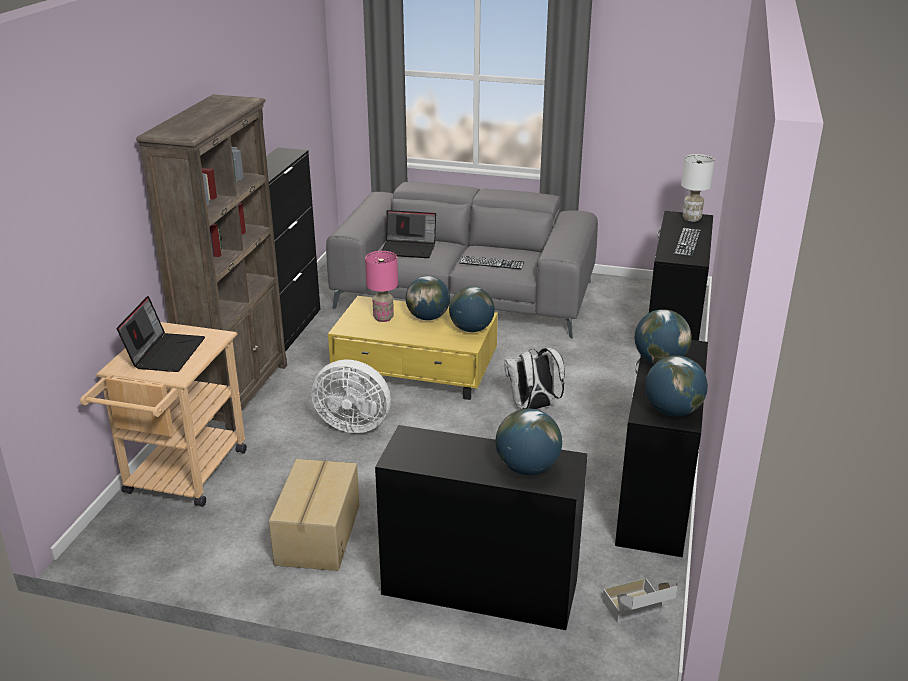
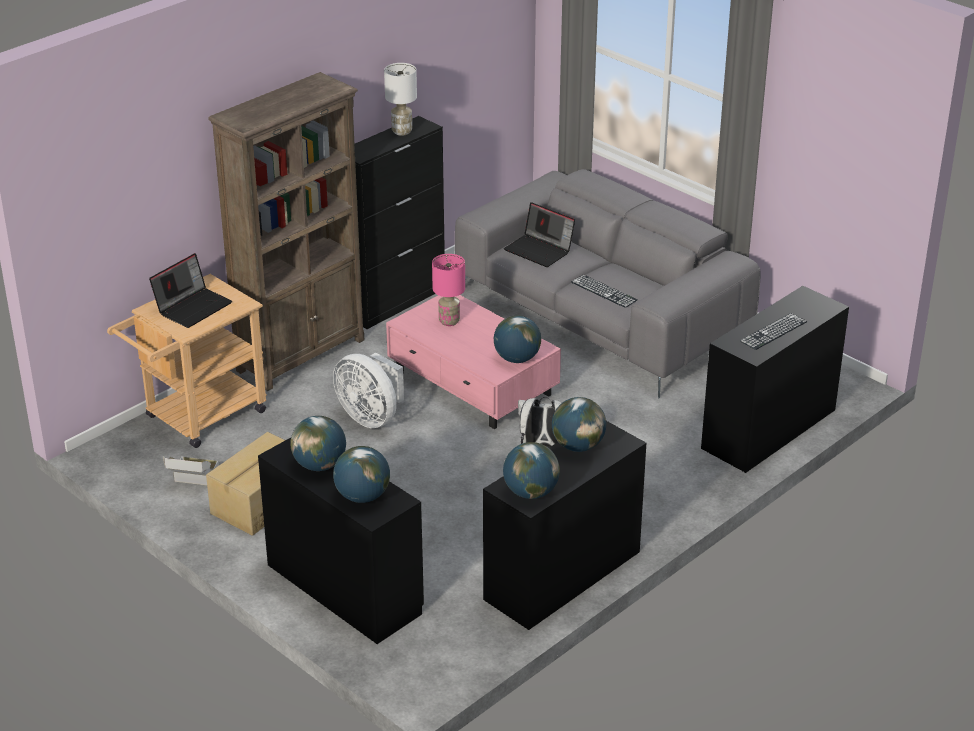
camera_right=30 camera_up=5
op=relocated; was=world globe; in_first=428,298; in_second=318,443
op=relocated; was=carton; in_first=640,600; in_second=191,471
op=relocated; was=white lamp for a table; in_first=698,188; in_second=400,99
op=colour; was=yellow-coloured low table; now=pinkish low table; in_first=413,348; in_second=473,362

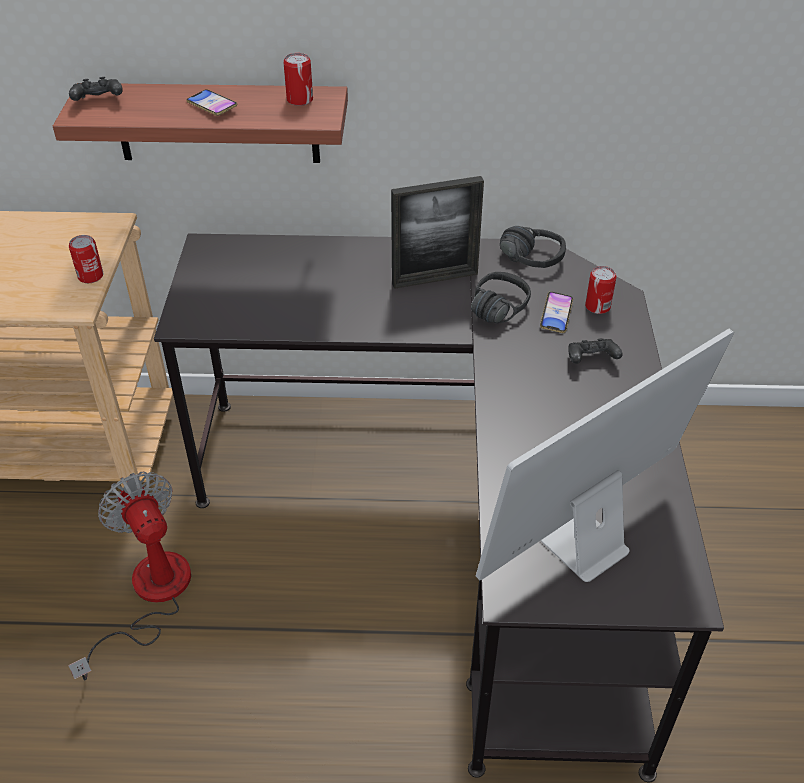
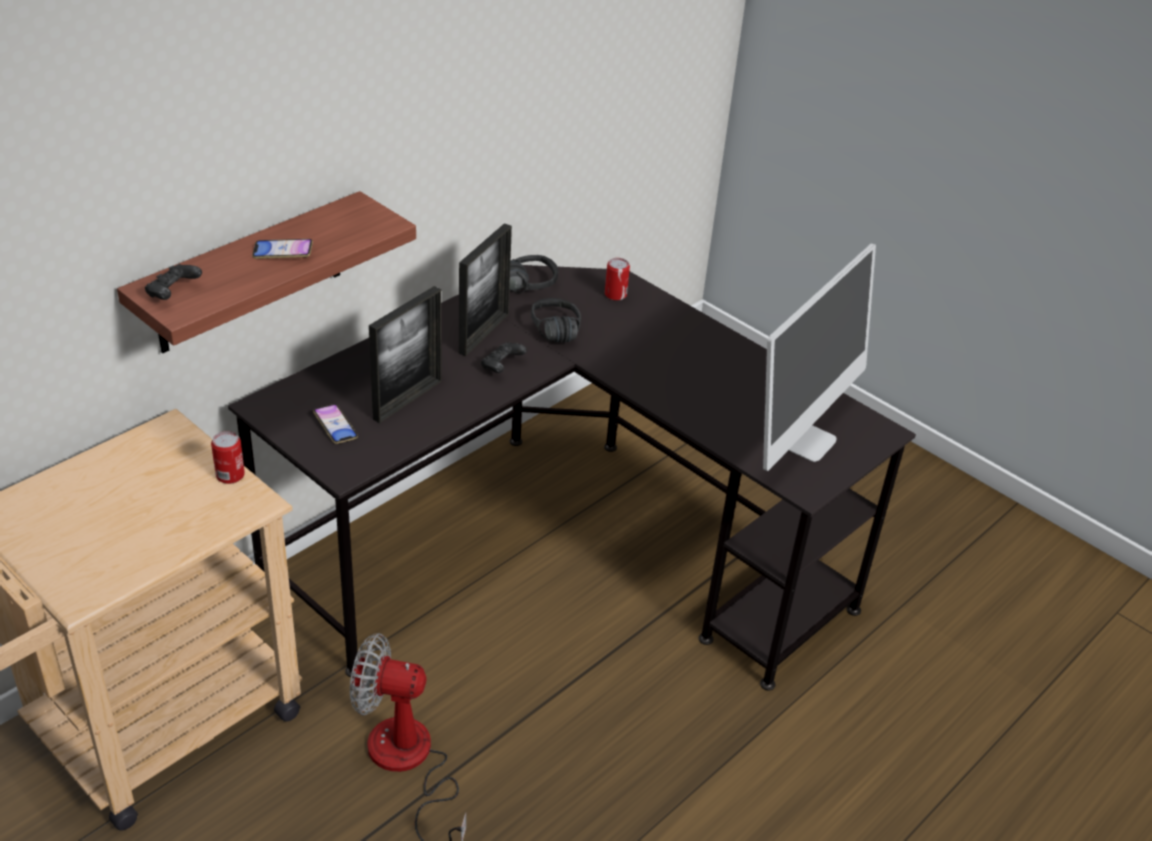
camera_right=-50 camera_up=-5
op=missing; was=can; in_first=298,79
op=appeared; now=standing frame; in_second=405,354
op=relocated; was=phone; in_first=556,312; in_second=335,424
op=relocated; was=black gamepad; in_first=595,351; in_second=504,357
op=spun; was=monitor; in_first=605,455; in_second=819,357; clockwise=-150

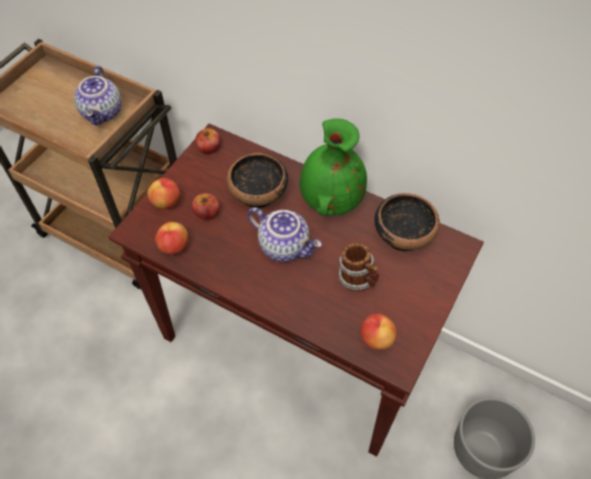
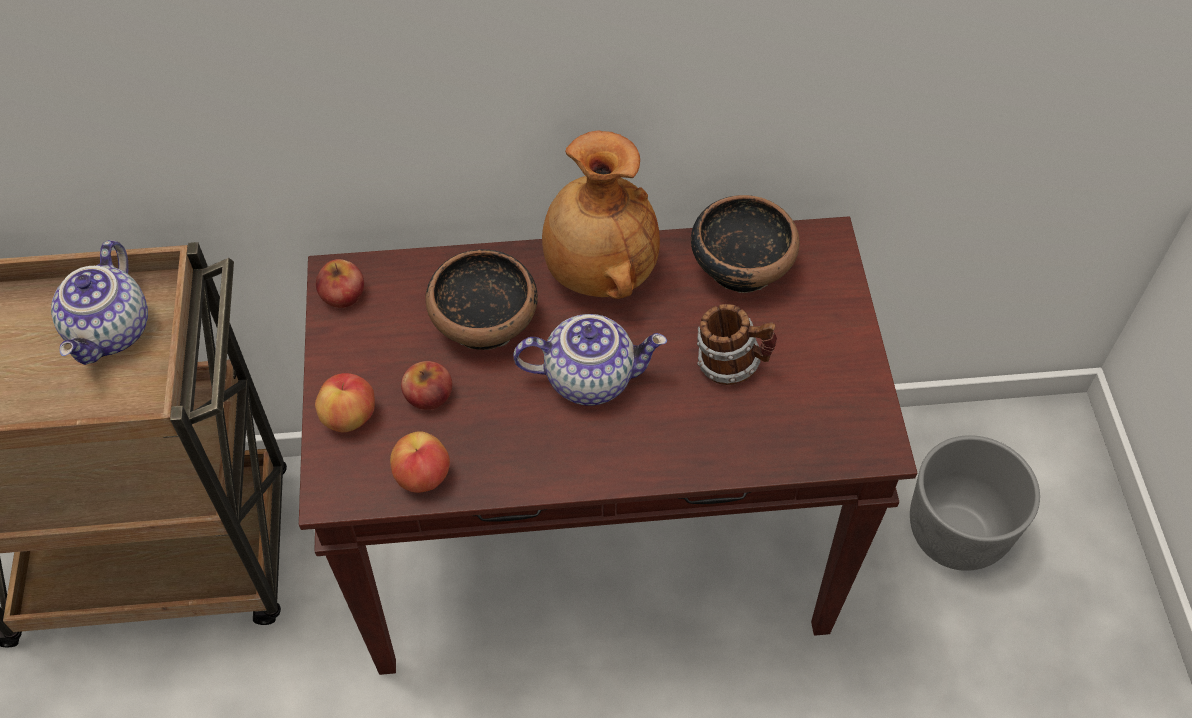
camera_right=-35 camera_up=0
op=missing; was=whole apple; in_first=379,332
op=colour; was=green-coloured vase; now=brownish vase; in_first=333,167; in_second=601,214
op=spun; was=pot for tea; in_first=98,95; in_second=99,302; clockwise=45

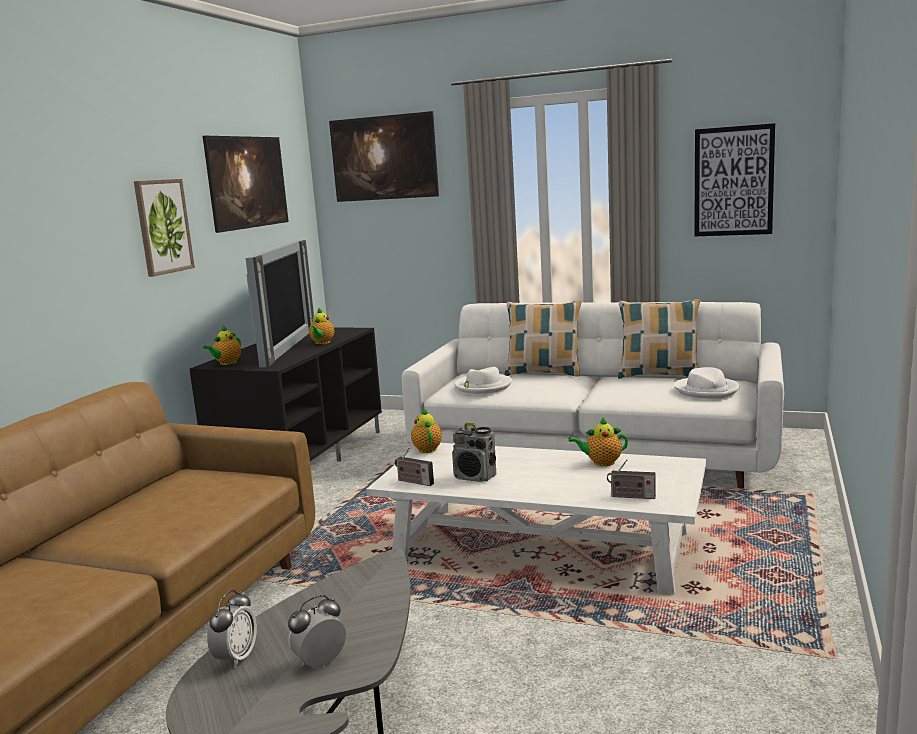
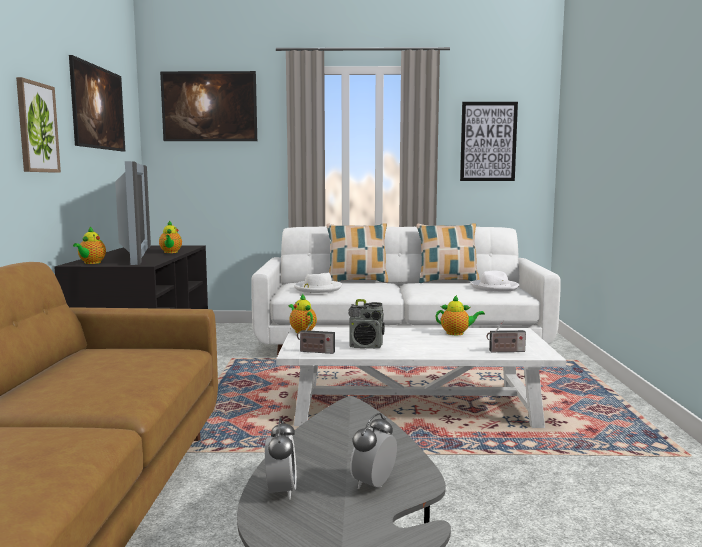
camera_right=-20 camera_up=-5
op=spun; was=pot for tea; in_first=598,441; in_second=460,315; clockwise=-150

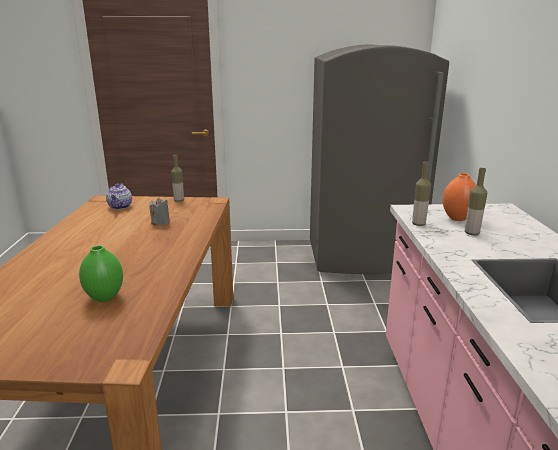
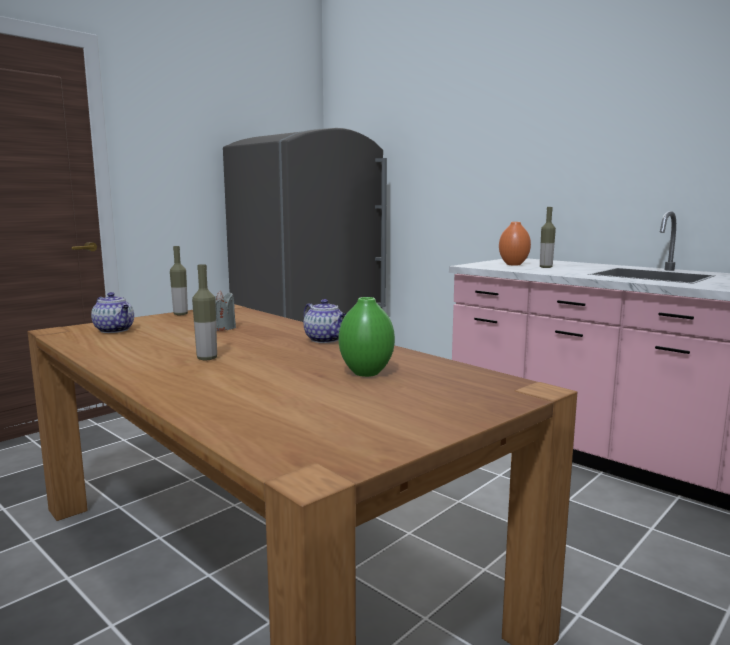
camera_right=-45 camera_up=-10
op=appeared; now=pot for tea; in_second=325,321
op=relocated; was=bottle; in_first=421,193; in_second=204,312

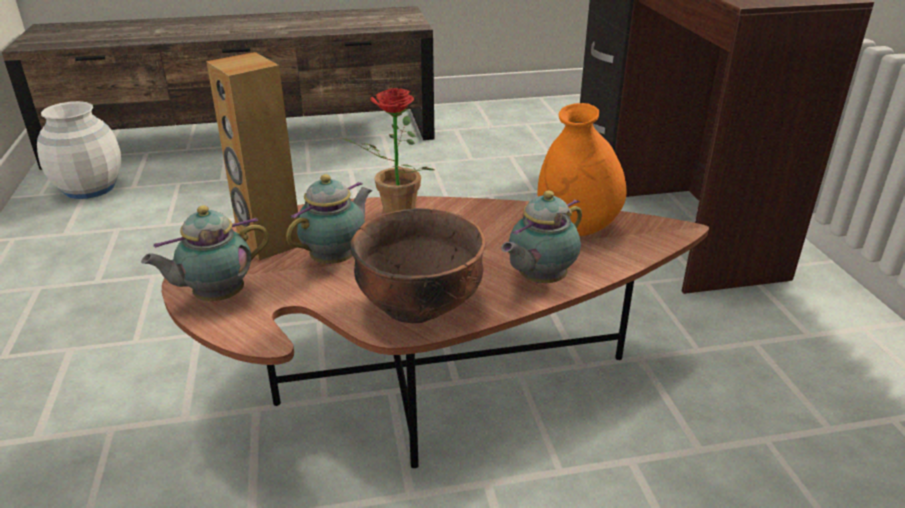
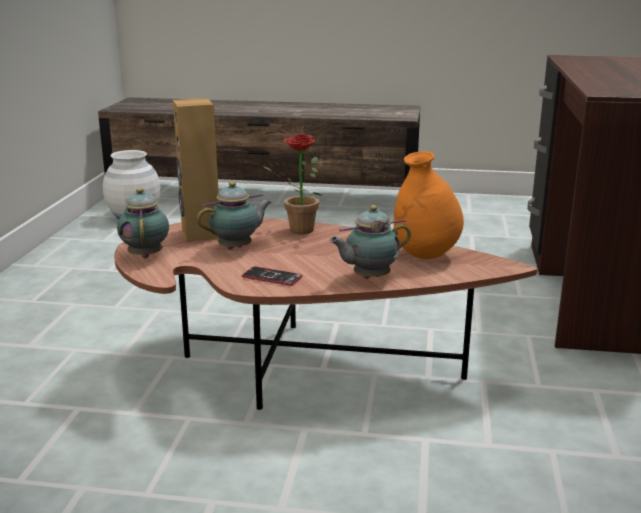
camera_right=20 camera_up=-10
op=exchanged; was=brownish deep dish; now=phone; in_first=418,265; in_second=272,276
op=spun; was=pot for tea; in_first=205,253; in_second=143,223; clockwise=90

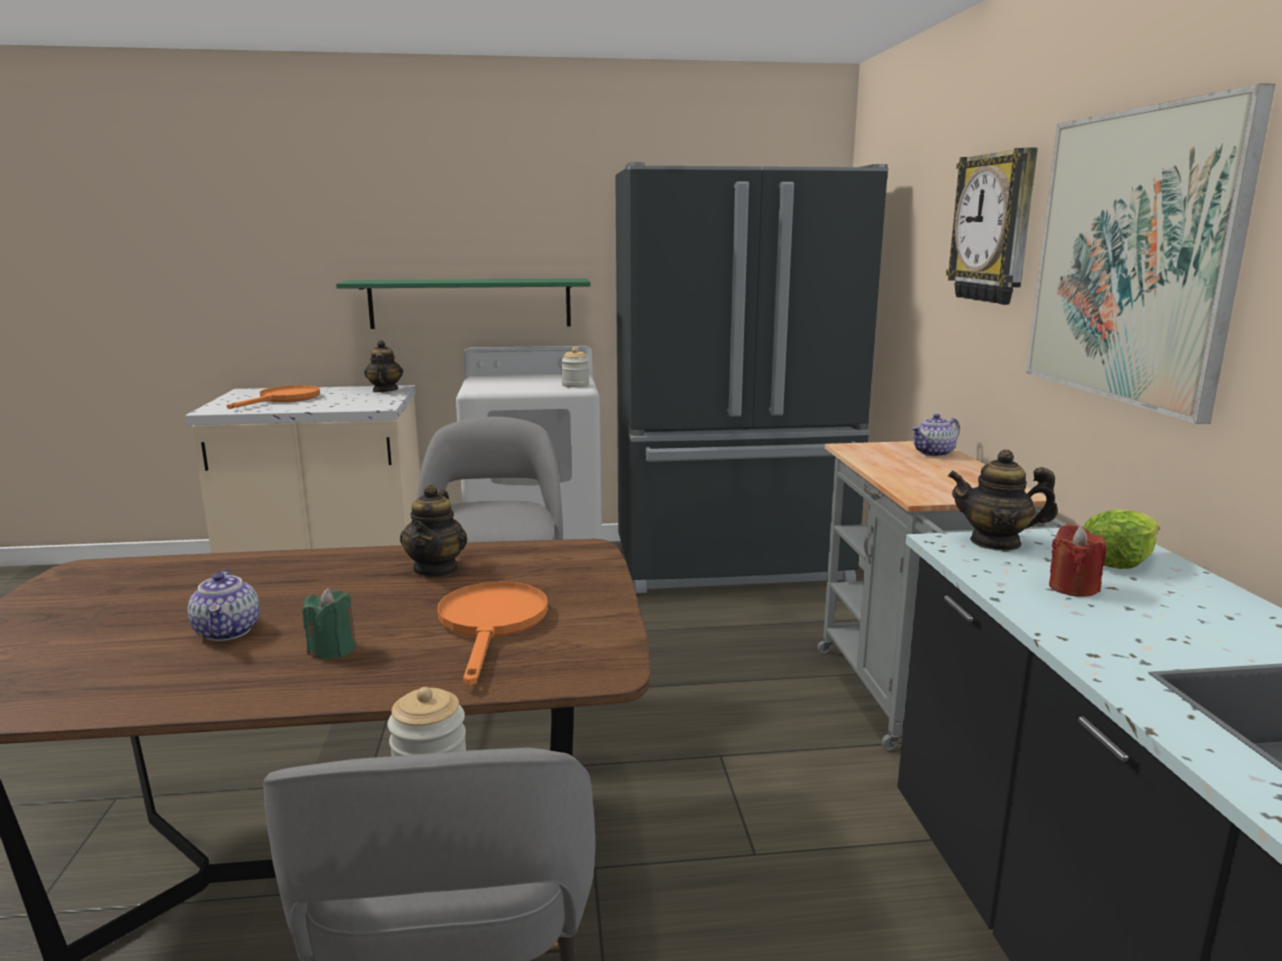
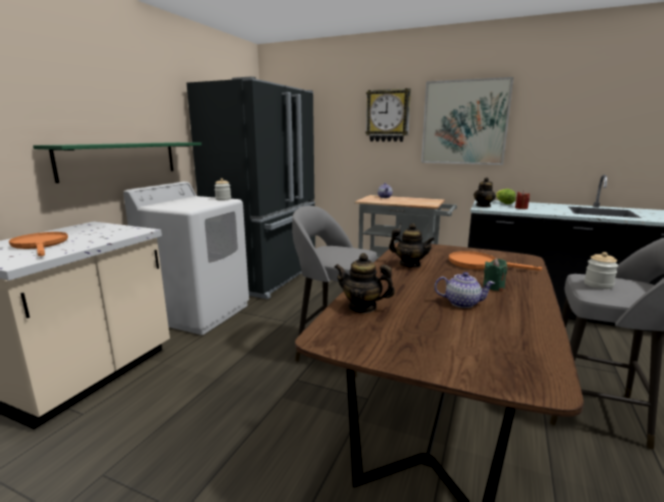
camera_right=-60 camera_up=0
op=relocated; was=pot for tea; in_first=383,366; in_second=364,283

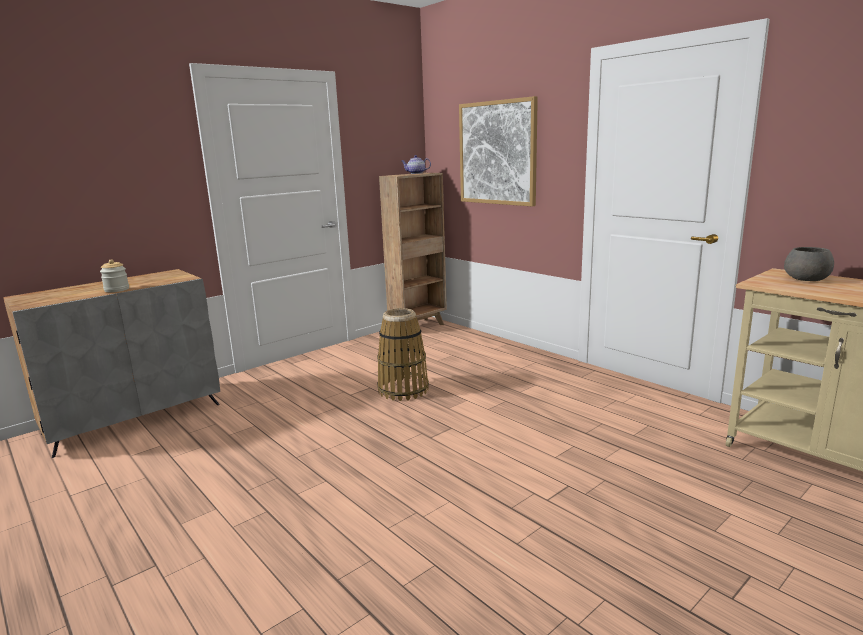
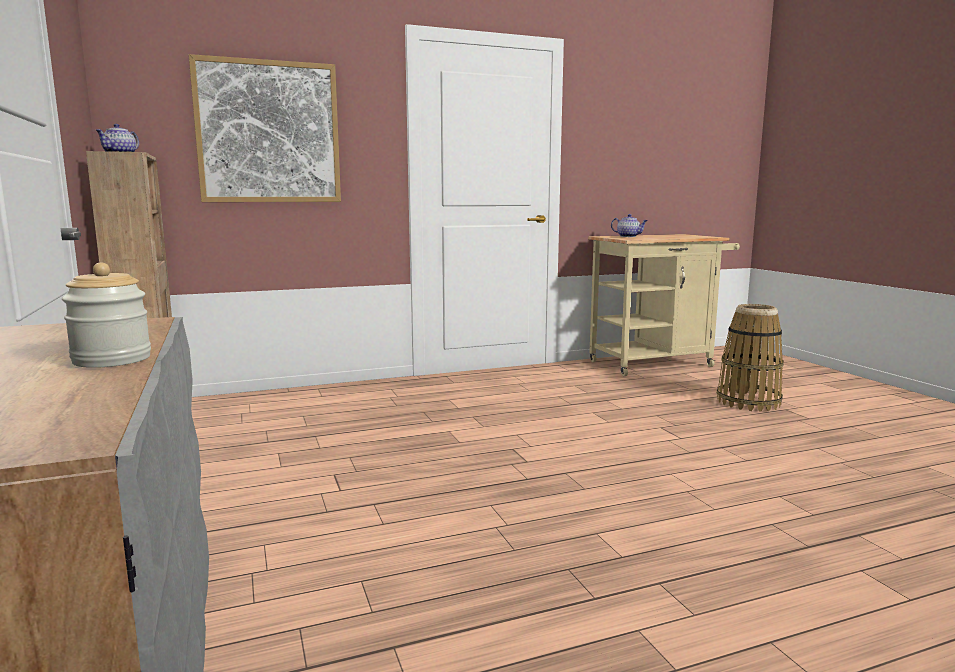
camera_right=-70 camera_up=-5
op=relocated; was=basket; in_first=403,354; in_second=750,358
op=exchanged; was=gray deep dish; now=pot for tea; in_first=809,264; in_second=629,225

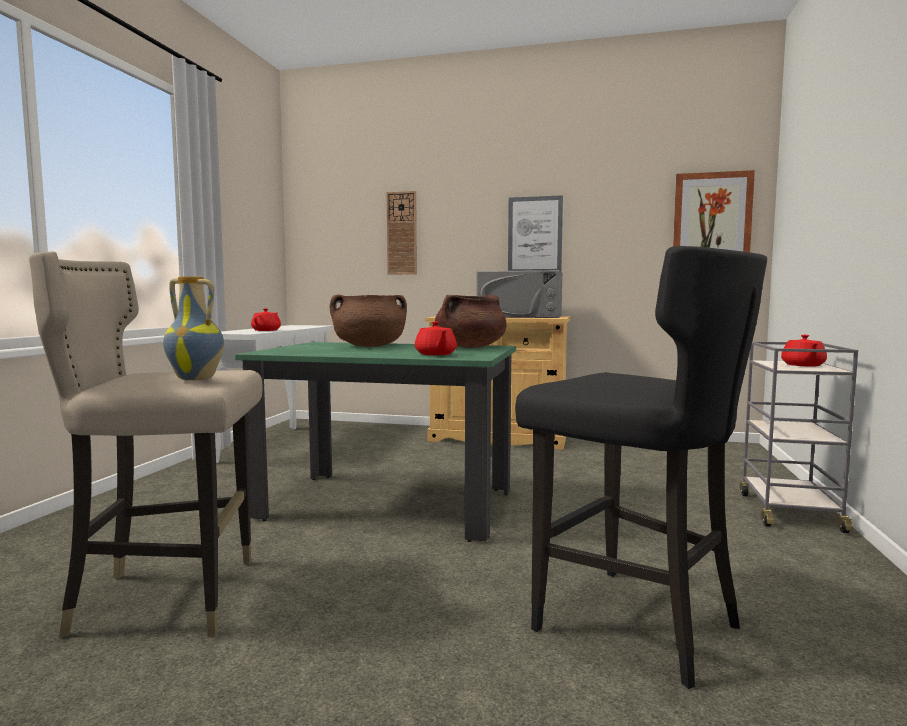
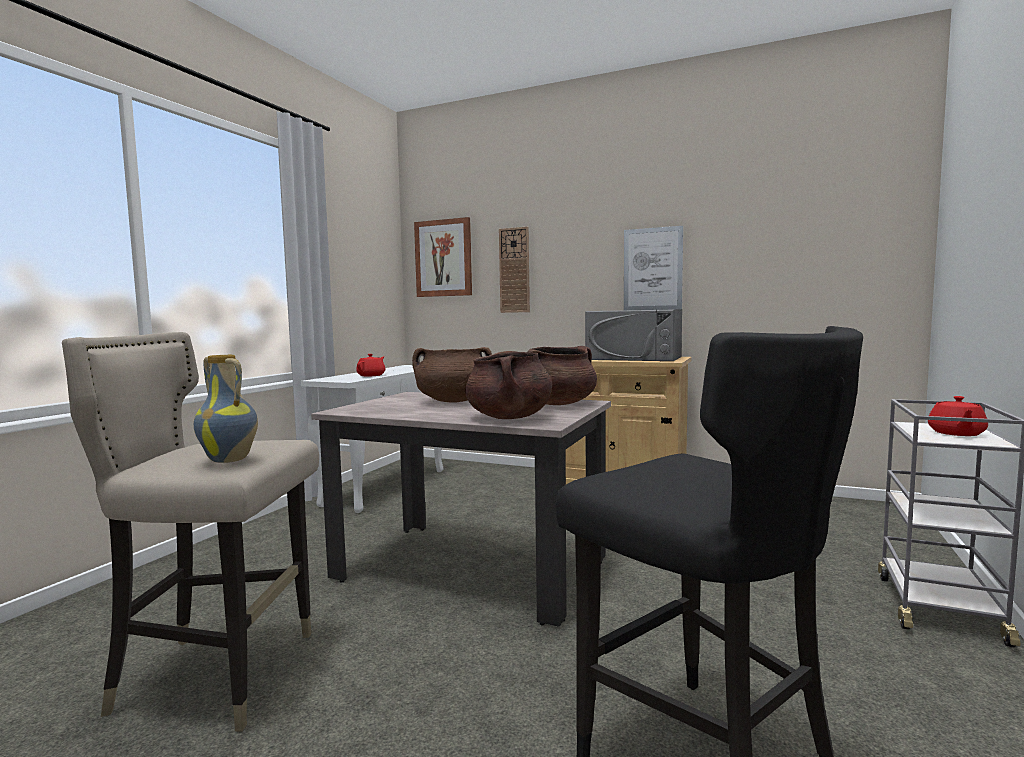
camera_right=10 camera_up=0
op=relocated; was=wall picture; in_first=714,211; in_second=443,257
op=exchanged; was=red pot for tea; now=brownish stockpot; in_first=436,338; in_second=508,385
op=colour; was=green-coloured kitchen table; now=sand-coloured kitchen table; in_first=375,442; in_second=461,509

